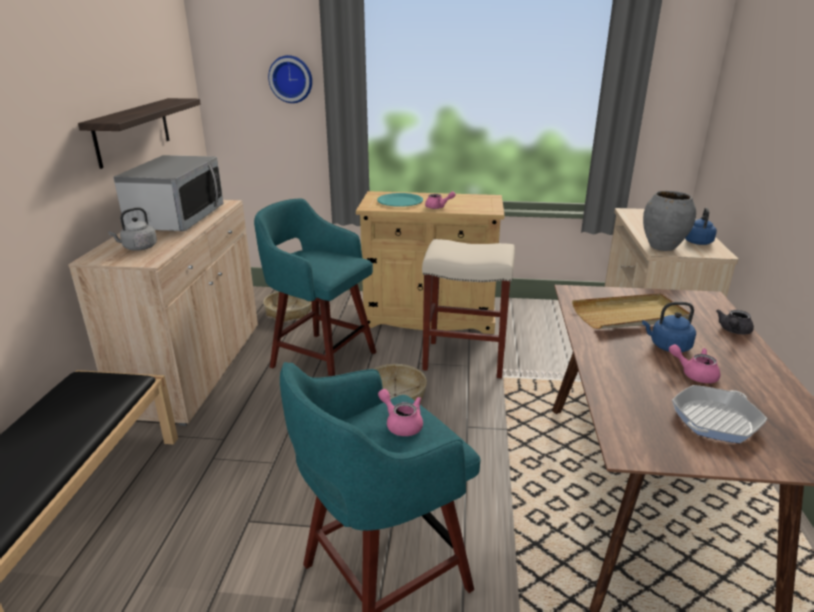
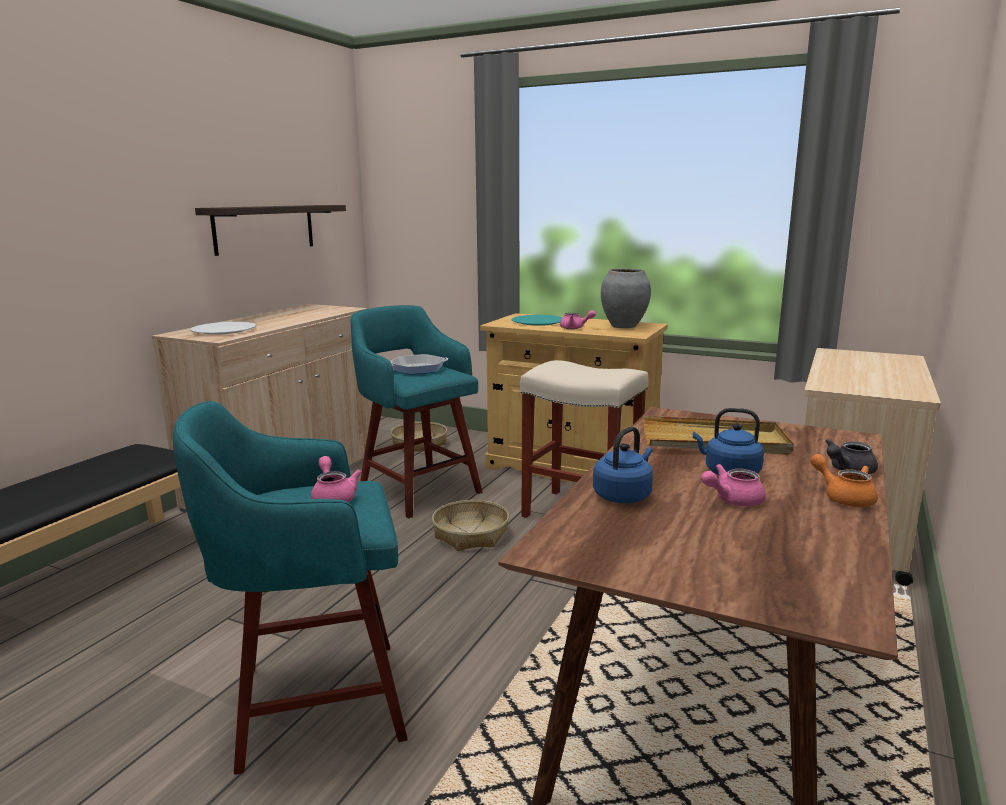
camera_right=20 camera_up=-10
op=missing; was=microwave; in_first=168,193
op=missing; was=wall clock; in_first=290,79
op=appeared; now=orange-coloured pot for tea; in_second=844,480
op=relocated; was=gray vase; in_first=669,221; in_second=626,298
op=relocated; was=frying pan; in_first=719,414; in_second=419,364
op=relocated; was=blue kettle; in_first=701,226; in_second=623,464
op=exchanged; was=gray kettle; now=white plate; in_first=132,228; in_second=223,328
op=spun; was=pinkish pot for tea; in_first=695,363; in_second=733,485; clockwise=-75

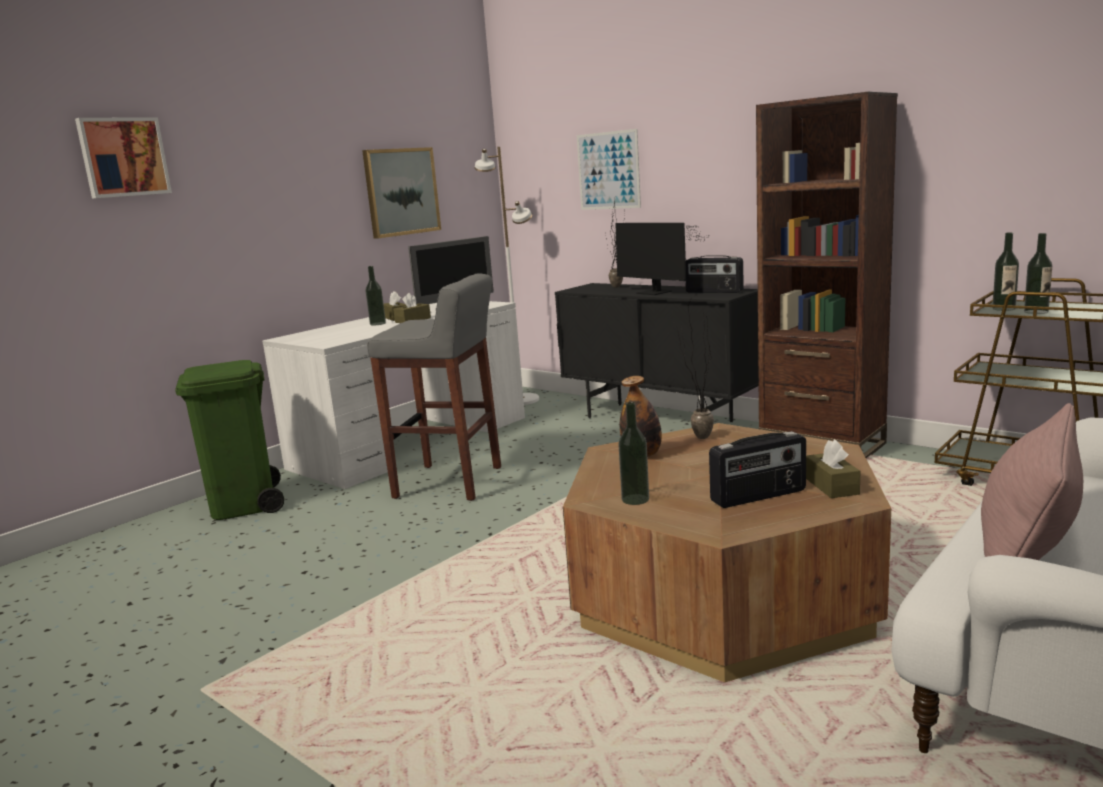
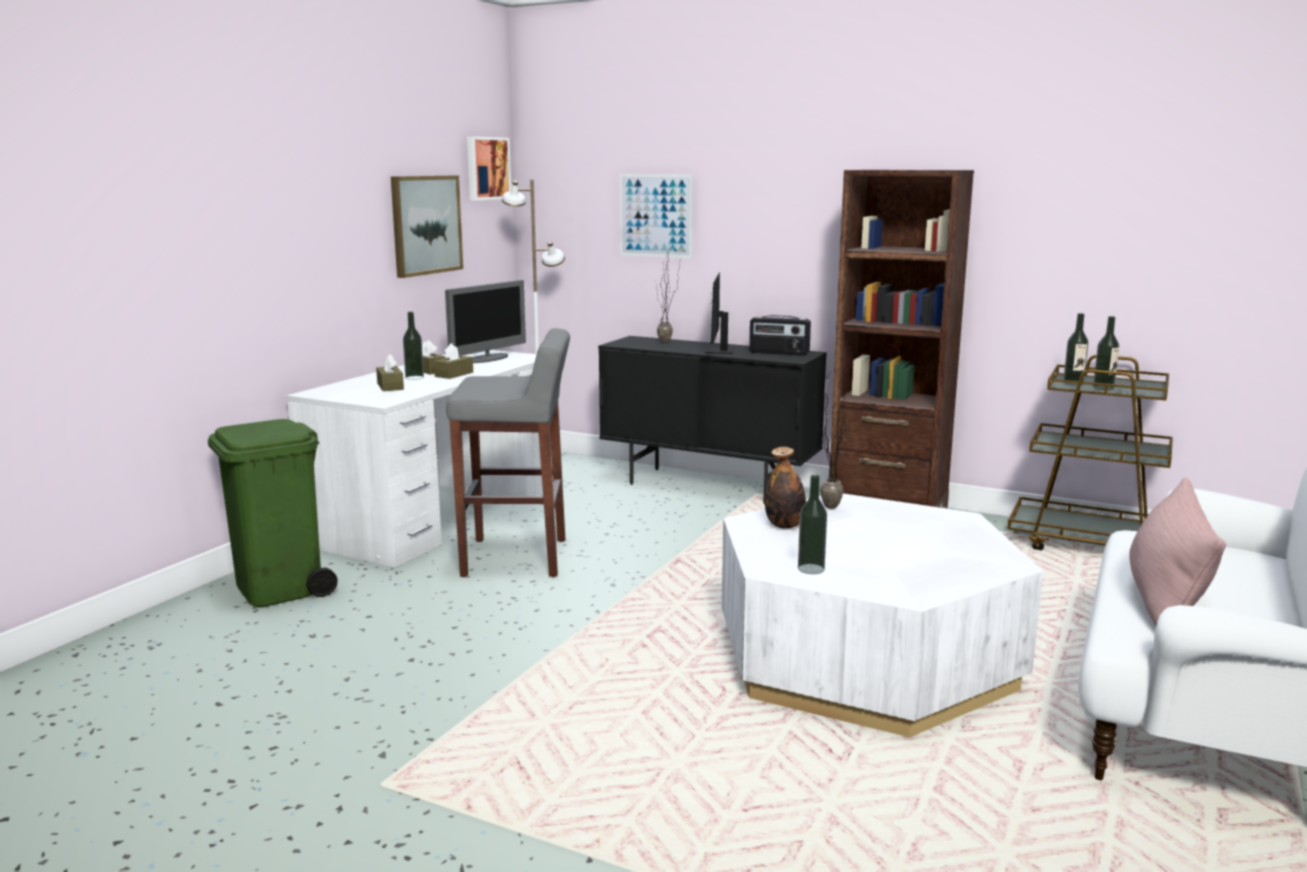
camera_right=-15 camera_up=0
op=missing; was=radio; in_first=757,469
op=relocated; was=wall picture; in_first=123,158; in_second=489,168
op=relocated; was=brownish tissue holder; in_first=833,468; in_second=390,372
op=colour; was=brownish low table; now=white low table; in_first=727,552; in_second=882,615
op=spun; was=monitor; in_first=661,259; in_second=719,313; clockwise=60

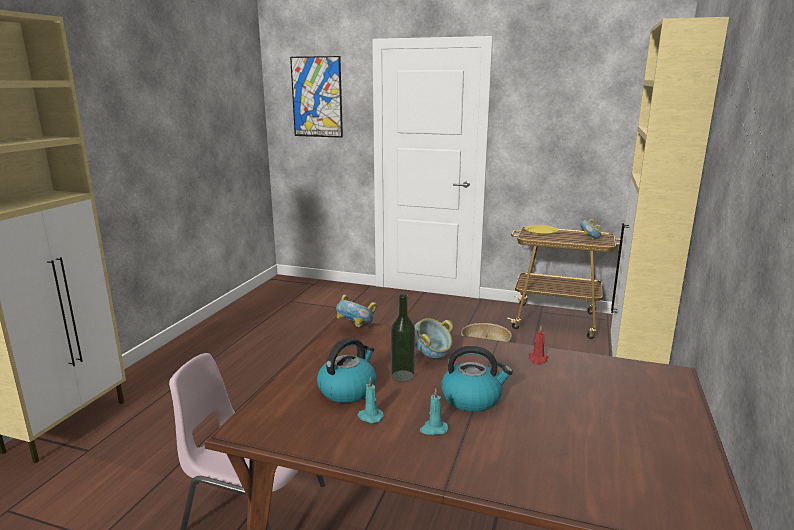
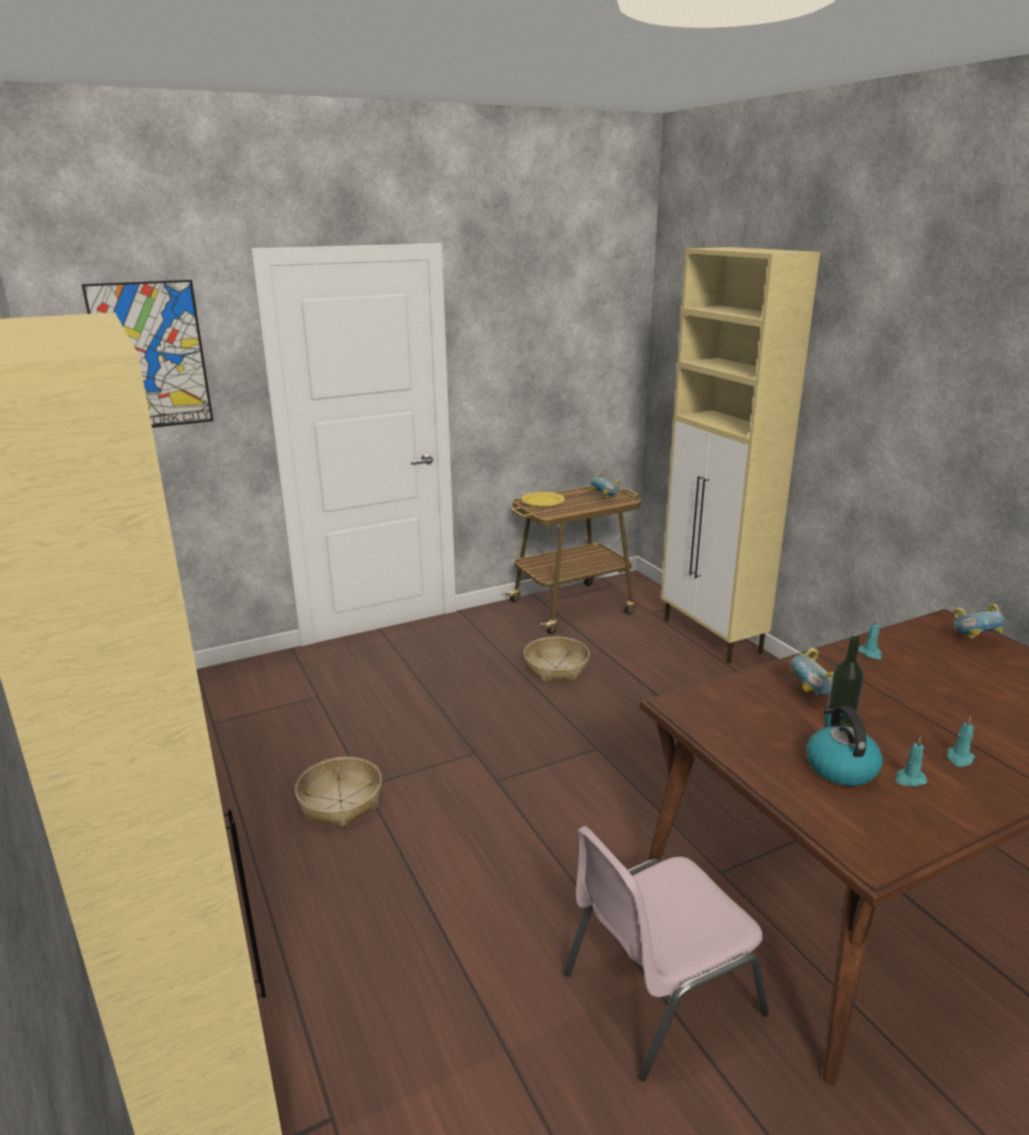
camera_right=-45 camera_up=5
op=missing; was=kettle; in_first=477,379
op=appeared; now=basket; in_second=338,792
op=relocated; was=deep dish; in_first=356,310; in_second=979,621
op=colour; was=red wax light; now=turquoise-coloured wax light; in_first=538,345; in_second=870,638

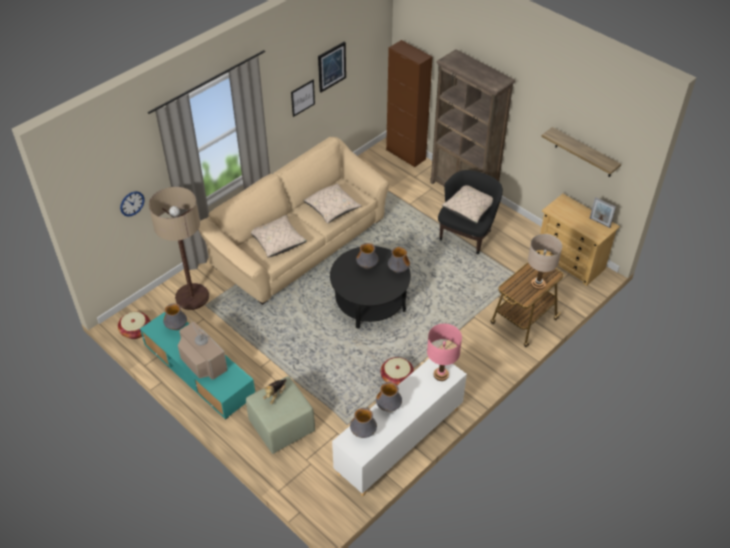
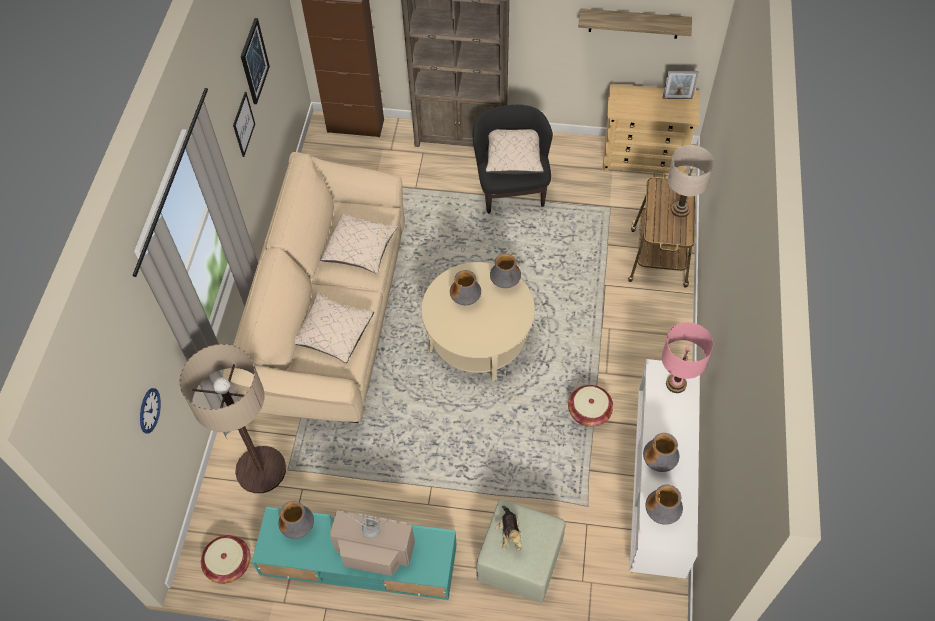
camera_right=-35 camera_up=10
op=colour; was=black low table; now=sand-coloured low table; in_first=370,287; in_second=478,321

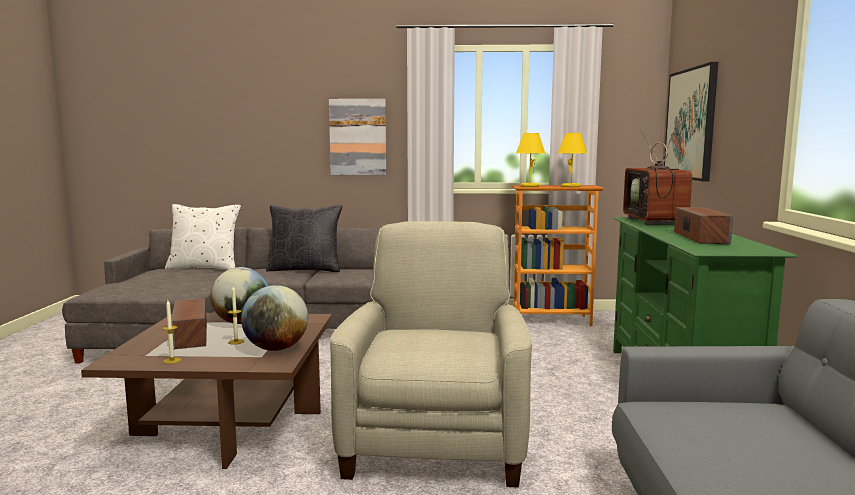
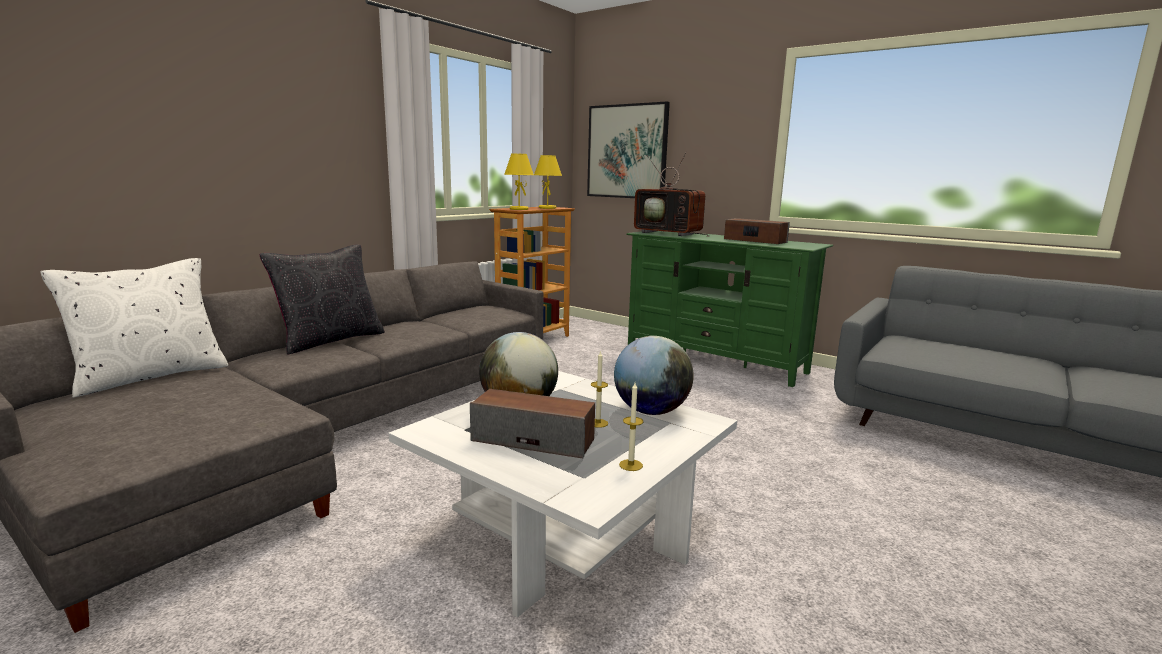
camera_right=-55 camera_up=5
op=missing; was=wall picture; in_first=358,137
op=missing; was=sand-coloured armchair; in_first=431,354
op=colour; was=brownish low table; now=white low table; in_first=206,391; in_second=562,494

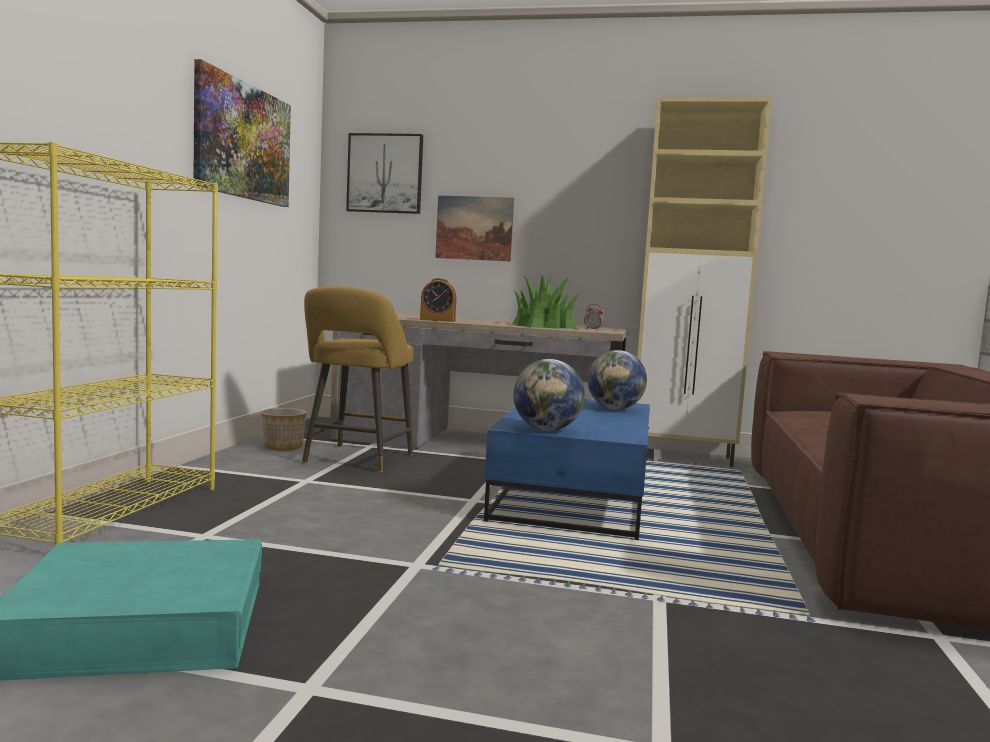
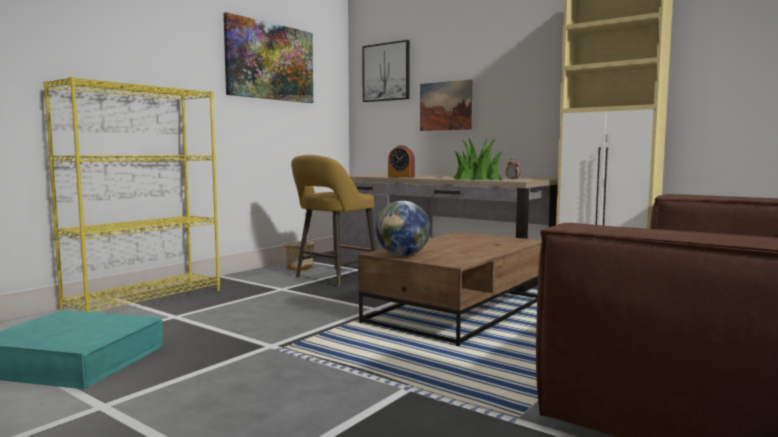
camera_right=25 camera_up=0
op=missing; was=world globe; in_first=617,380
op=colour; was=blue low table; now=brownish low table; in_first=567,469; in_second=450,289

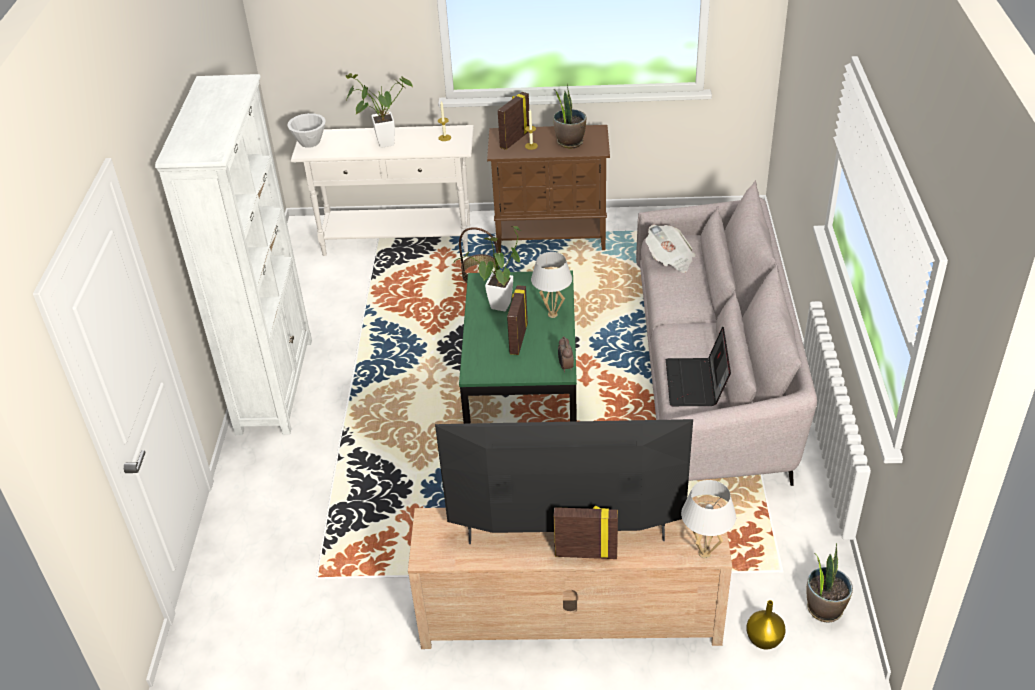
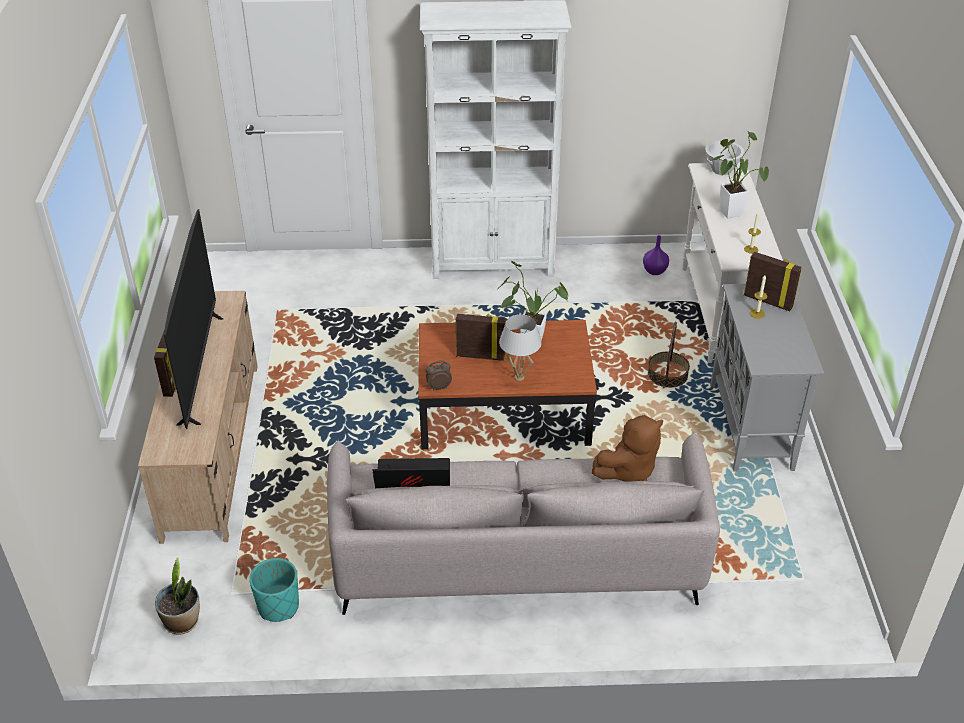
camera_right=85 camera_up=0
op=missing; was=plant in a pot; in_first=569,116
op=missing; was=white lamp for a table; in_first=708,519
op=missing; was=yellow-coloured vase; in_first=766,625
op=appeared; now=turquoise-coloured plant pot; in_second=274,590
op=appeared; now=purple vase; in_second=656,255
op=exchanged; was=printed paper; now=brownish soft toy; in_first=670,249; in_second=627,448
op=colour; was=green-coloured low table; now=brownish low table; in_first=518,347; in_second=507,385
op=colour; was=brownish storage cabinet; now=gray storage cabinet; in_first=548,189; in_second=767,378

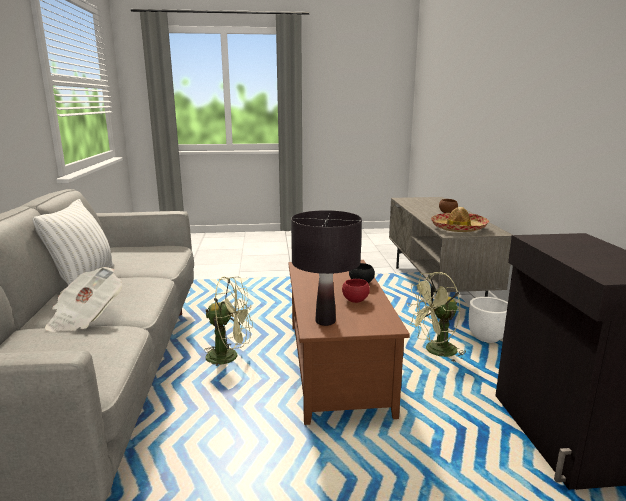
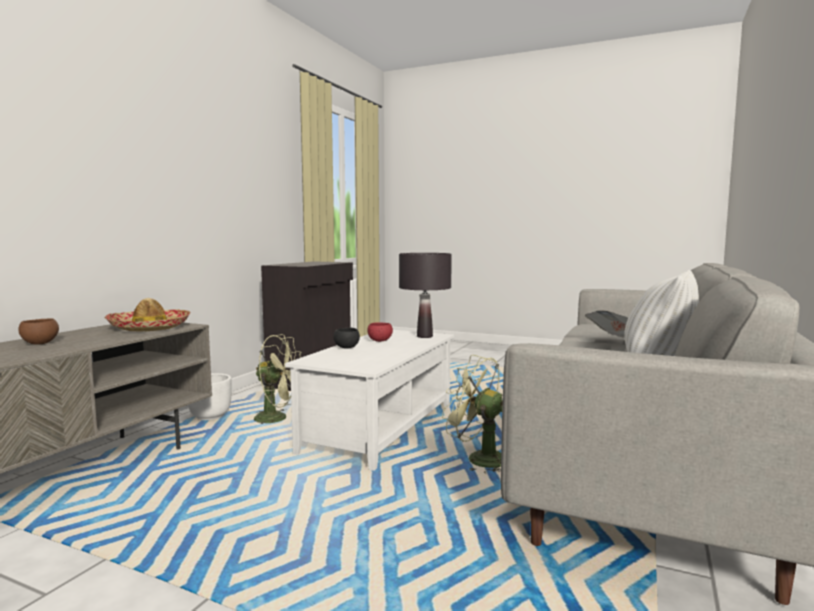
camera_right=-150 camera_up=-10
op=colour; was=brownish low table; now=white low table; in_first=349,342; in_second=369,400

